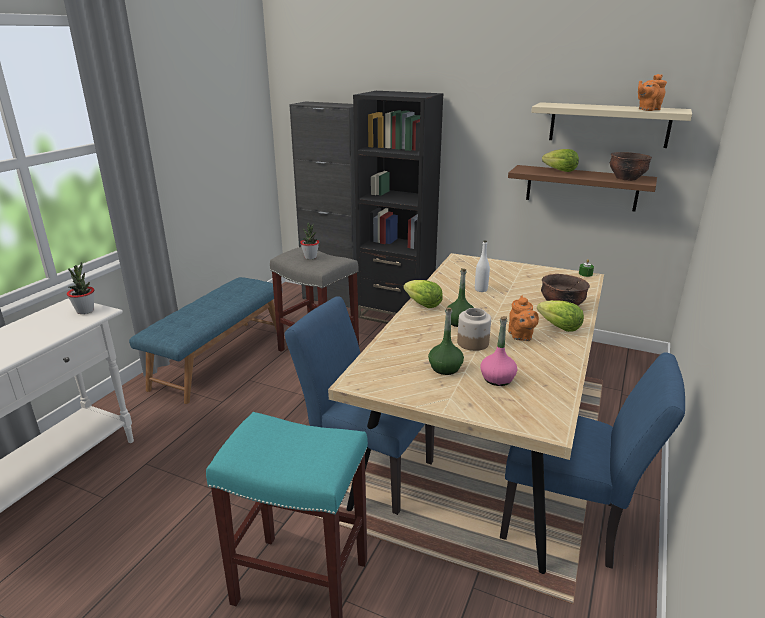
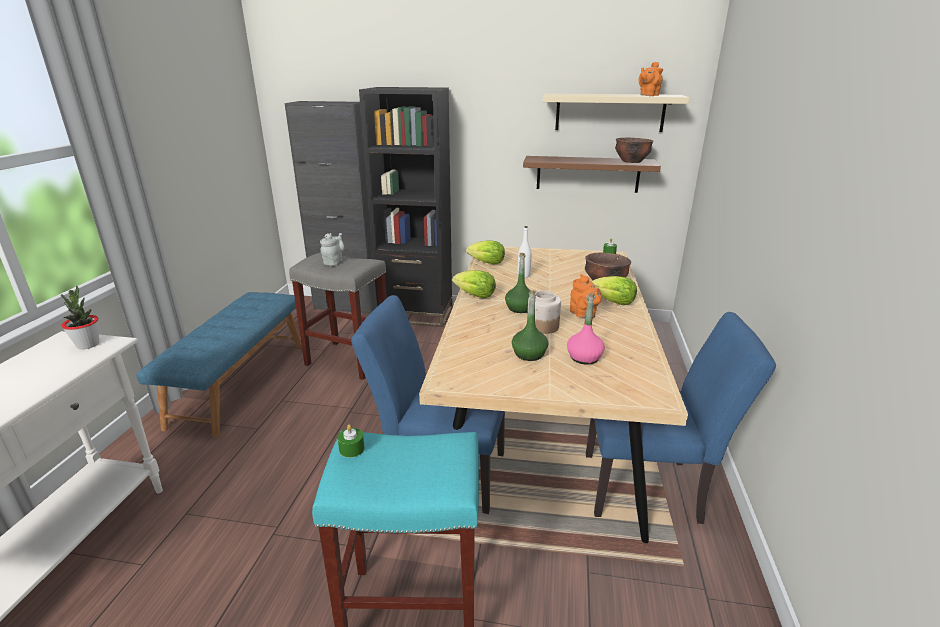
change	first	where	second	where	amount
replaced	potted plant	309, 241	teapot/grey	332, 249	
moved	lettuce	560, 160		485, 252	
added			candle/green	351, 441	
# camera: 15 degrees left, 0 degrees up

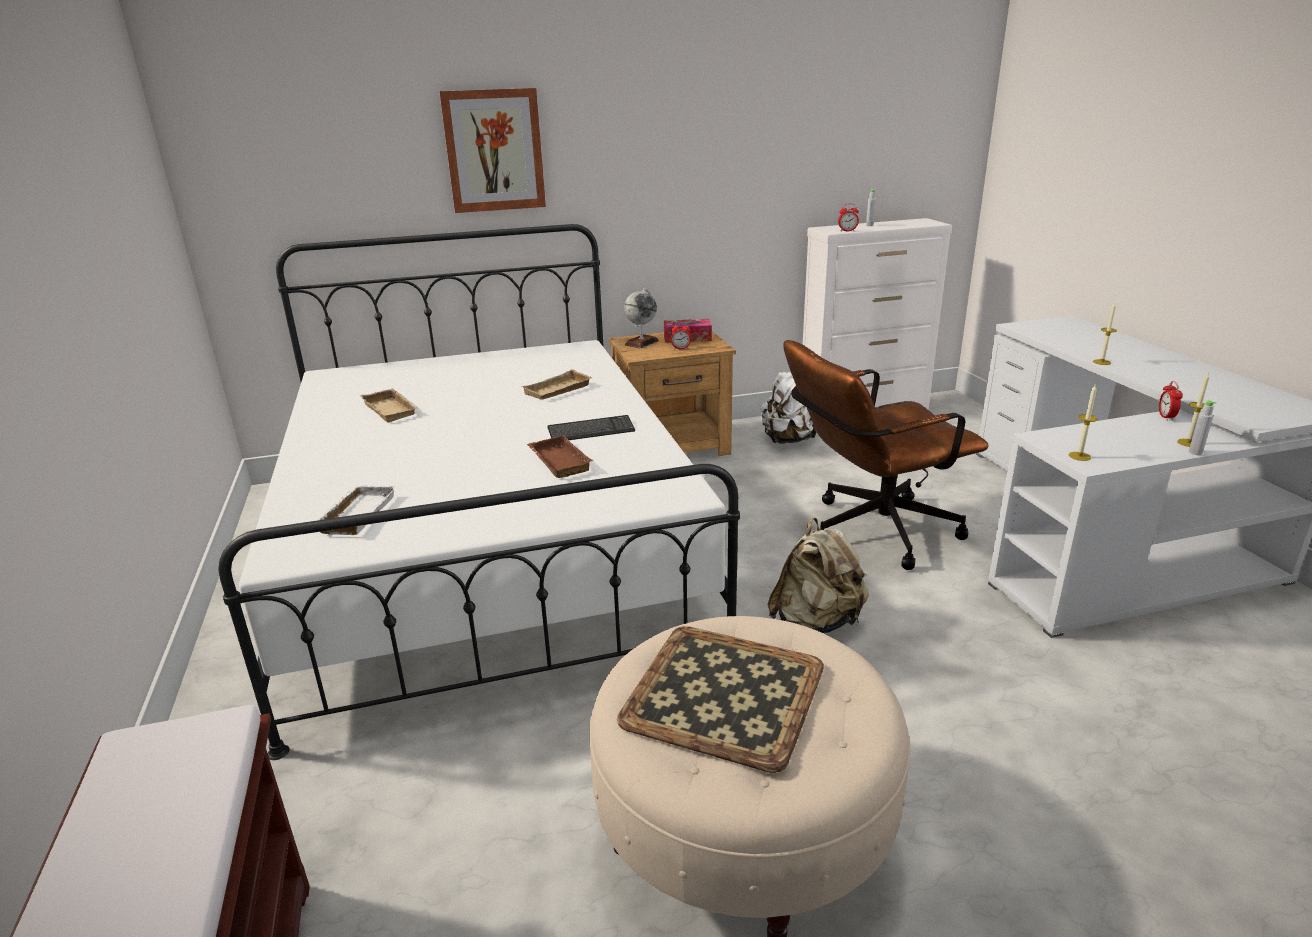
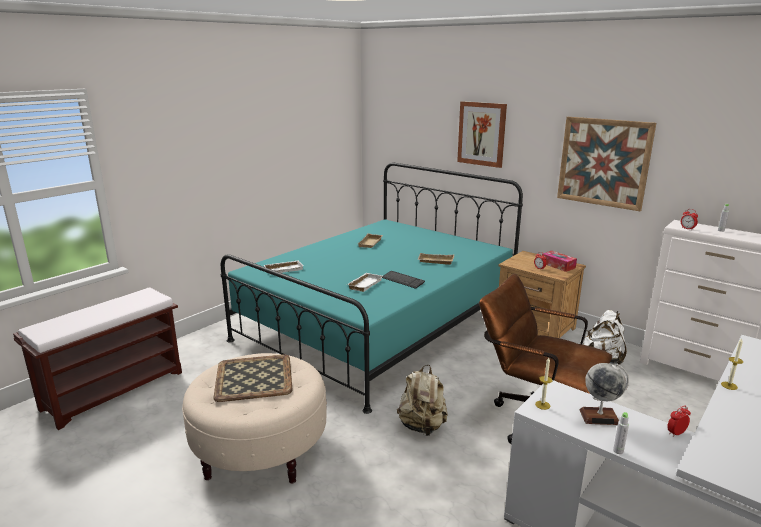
change	first	where	second	where	amount
recoloured	bed/white	479, 492	bed/turquoise	372, 288	
recoloured	tray/brown	560, 456	tray/white	365, 282	
moved	globe	641, 318		604, 394	
removed	candle	1193, 410			
added			picture	606, 164	
# camera: 55 degrees right, 5 degrees down

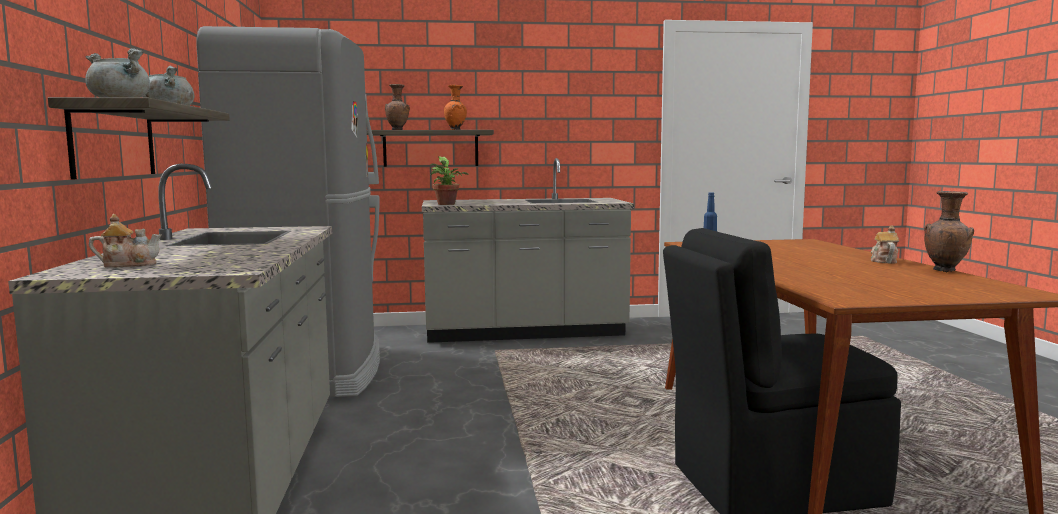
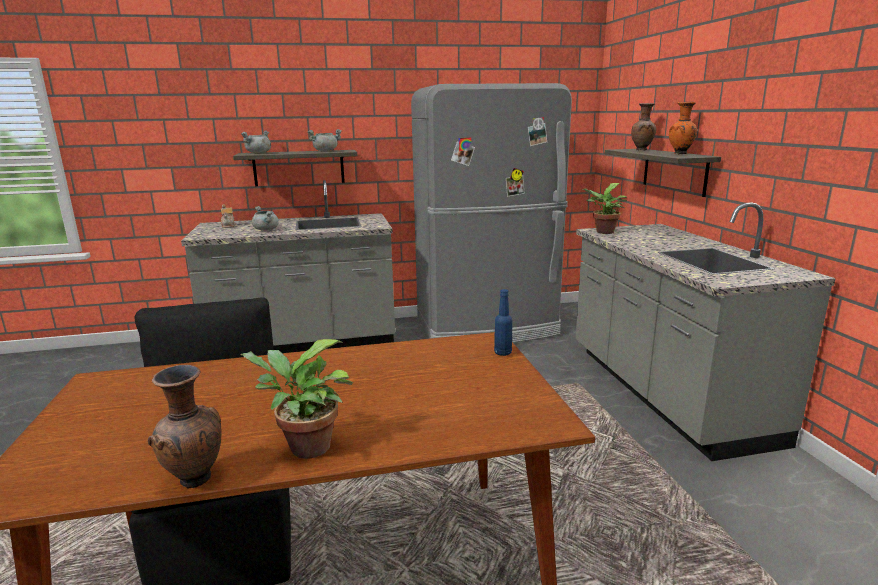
change	first	where	second	where	amount
replaced	teapot	885, 244	potted plant	296, 399	
added			cooking pot/grey	265, 218	
# camera: 85 degrees right, 10 degrees up

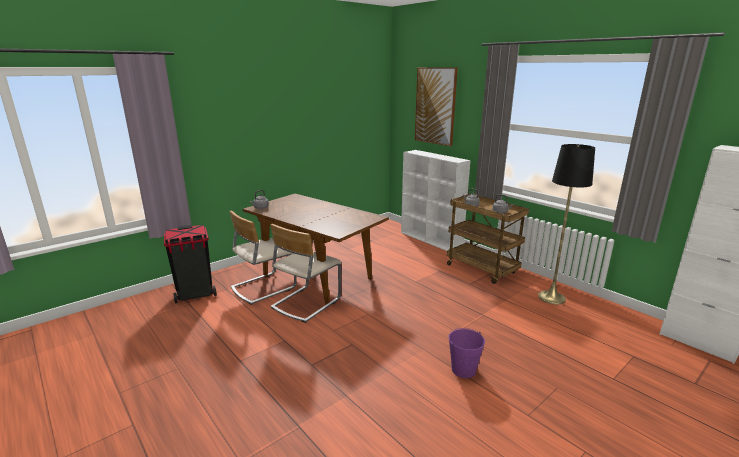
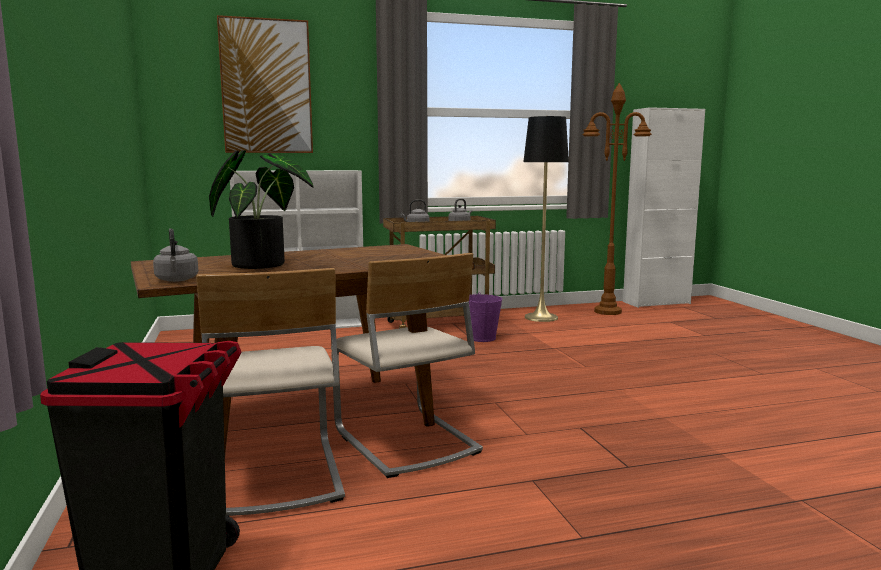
change	first	where	second	where	amount
moved	bucket/purple	466, 353		485, 317	
added			potted plant	261, 209	
added			floor lamp/brown	617, 199	
# camera: 65 degrees left, 10 degrees down

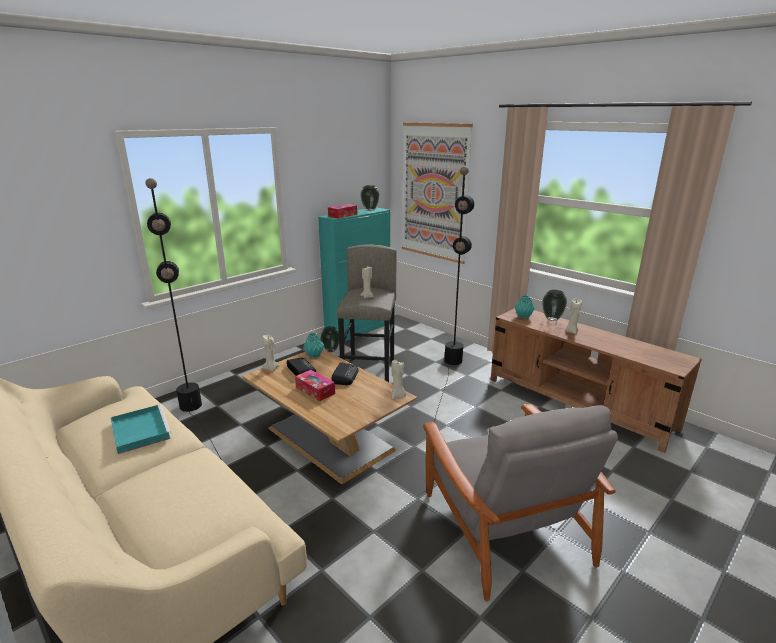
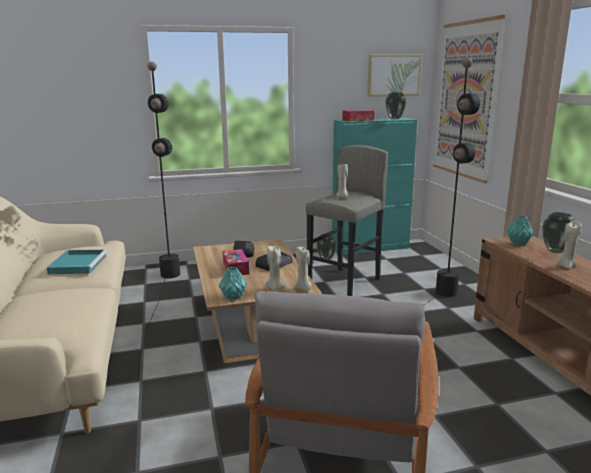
change	first	where	second	where	amount
moved	candle/beige	271, 353		275, 268	
moved	vase/turquoise	313, 345		233, 284	
added			picture	394, 75	
# camera: 30 degrees right, 5 degrees down

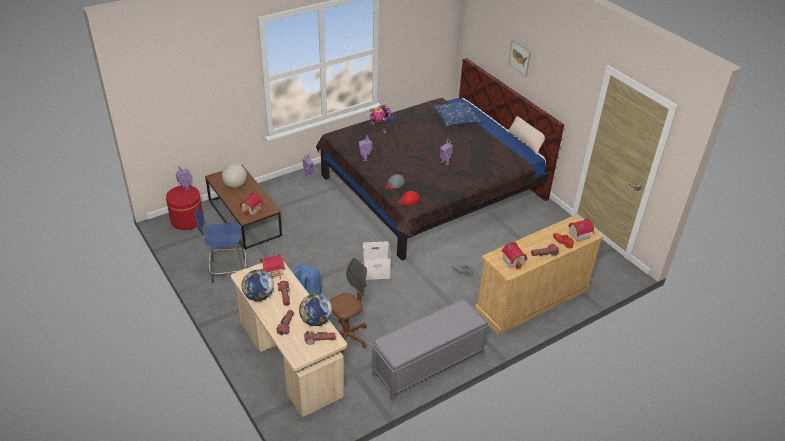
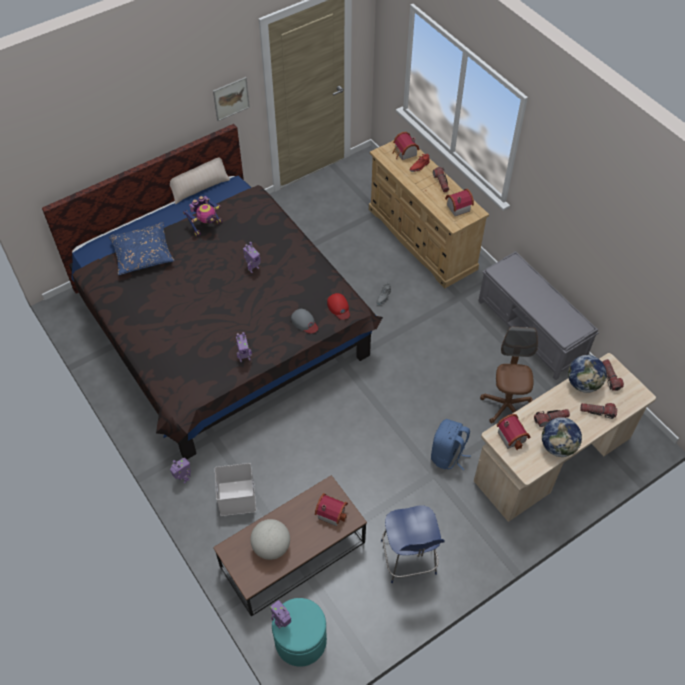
change	first	where	second	where	amount
recoloured	ottoman/red	184, 208	ottoman/turquoise	299, 632	
turned	office chair/brown	348, 305		509, 375	45 degrees clockwise
moved	storage box/white	376, 260		235, 489	
moved	toy robot	383, 119		202, 216	
moved	picture	519, 58		231, 99	
# camera: 90 degrees left, 15 degrees up

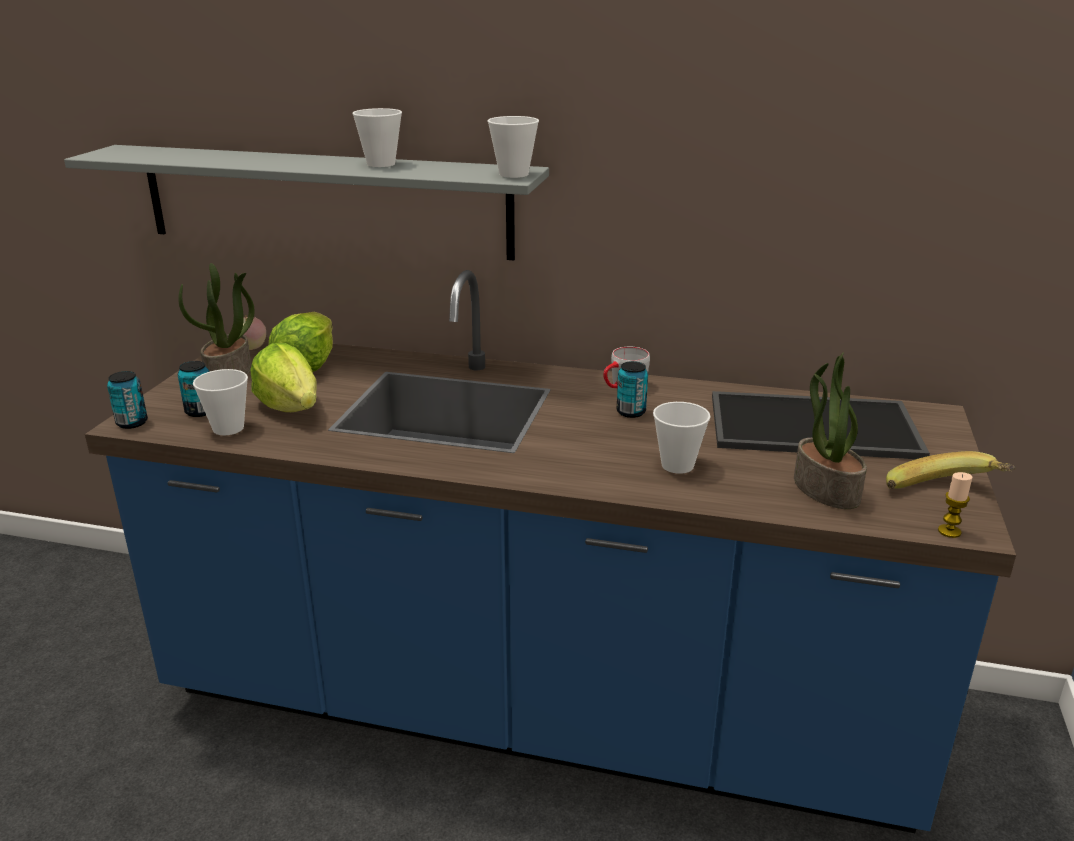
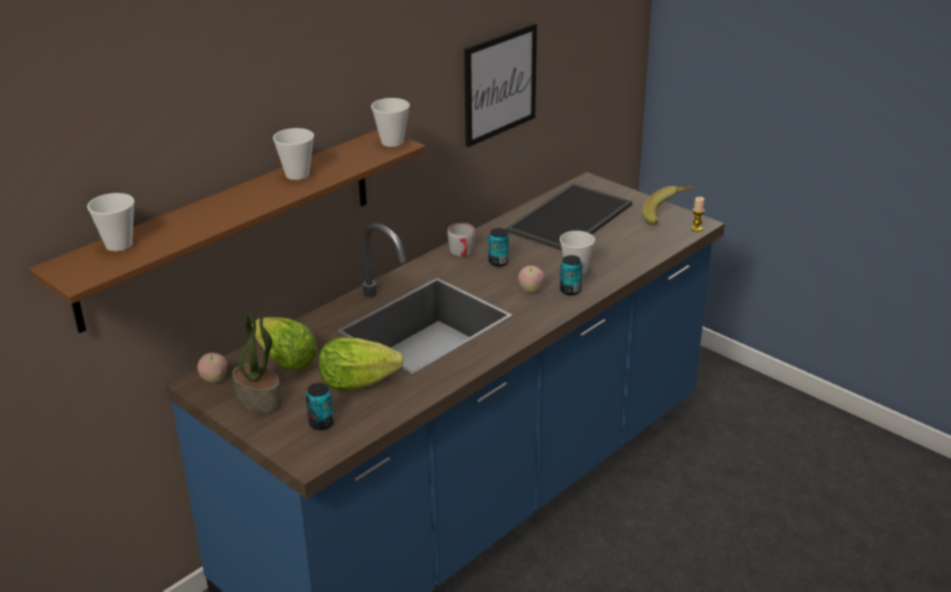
change	first	where	second	where	amount
recoloured	shelf/grey	306, 202	shelf/brown	227, 231	
moved	can	127, 400		571, 275	
moved	cup	220, 402		110, 222	
removed	potted plant	830, 430			
added			picture	500, 85	
added			apple	531, 279	
# camera: 60 degrees left, 5 degrees up

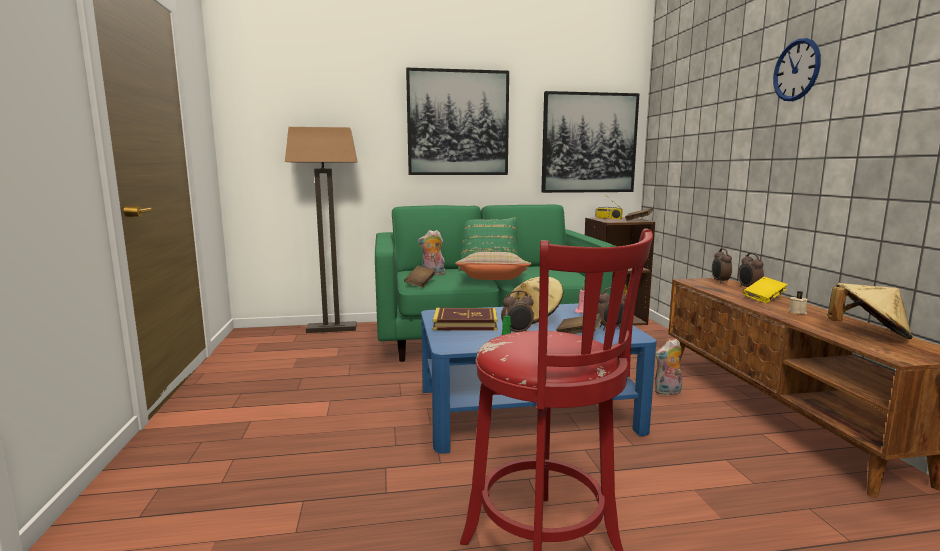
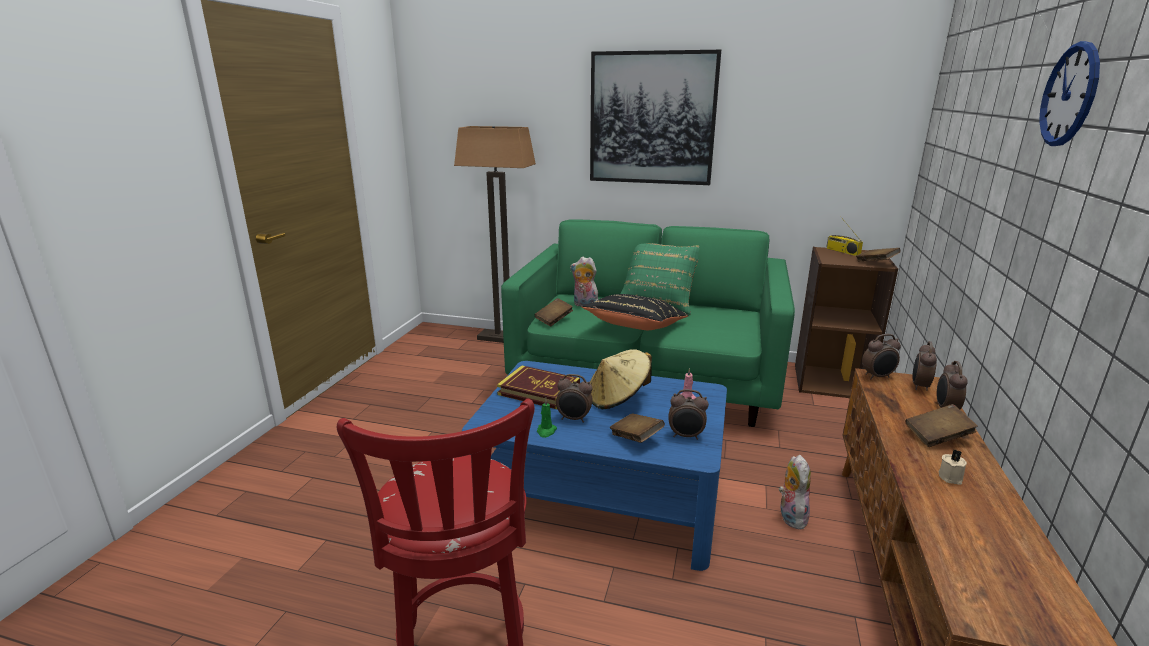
change	first	where	second	where	amount
recoloured	pillow/beige	493, 266	pillow/black	635, 312	
removed	picture	590, 142			
turned	plush toy	668, 367		795, 492	90 degrees clockwise
recoloured	book/yellow	765, 290	book/brown	942, 425	
removed	hat/beige	870, 311			
added			alarm clock	881, 356	
# camera: 25 degrees right, 10 degrees up

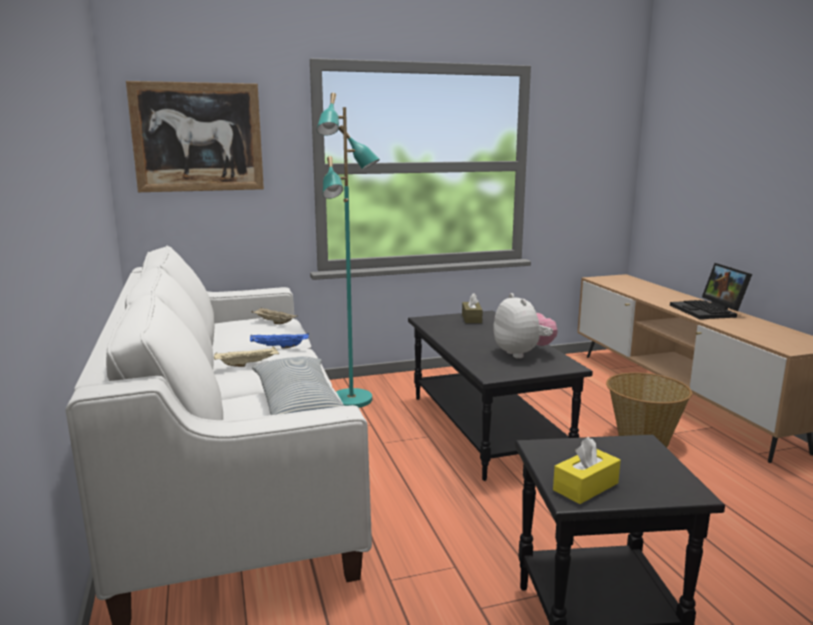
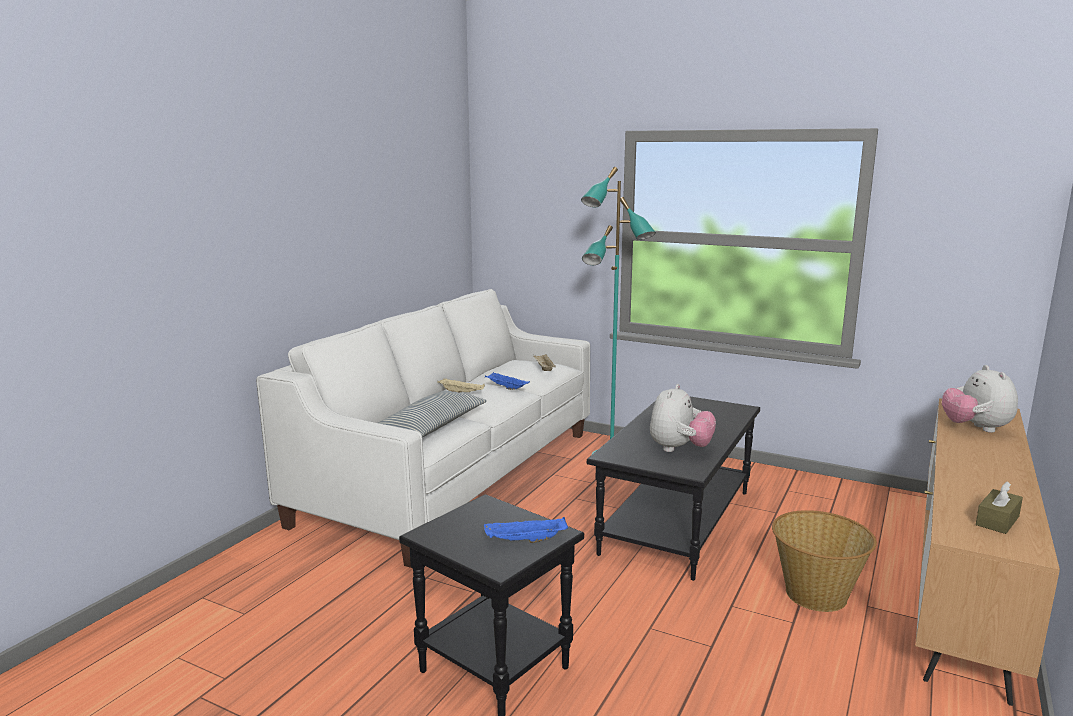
change	first	where	second	where	amount
removed	picture	195, 136			
moved	tissue box/brown	472, 308		999, 507	
removed	tissue box/yellow	587, 470			
removed	laptop	711, 291			
added			tray/blue	526, 530	
added			plush toy	980, 399	
# camera: 45 degrees right, 0 degrees up

